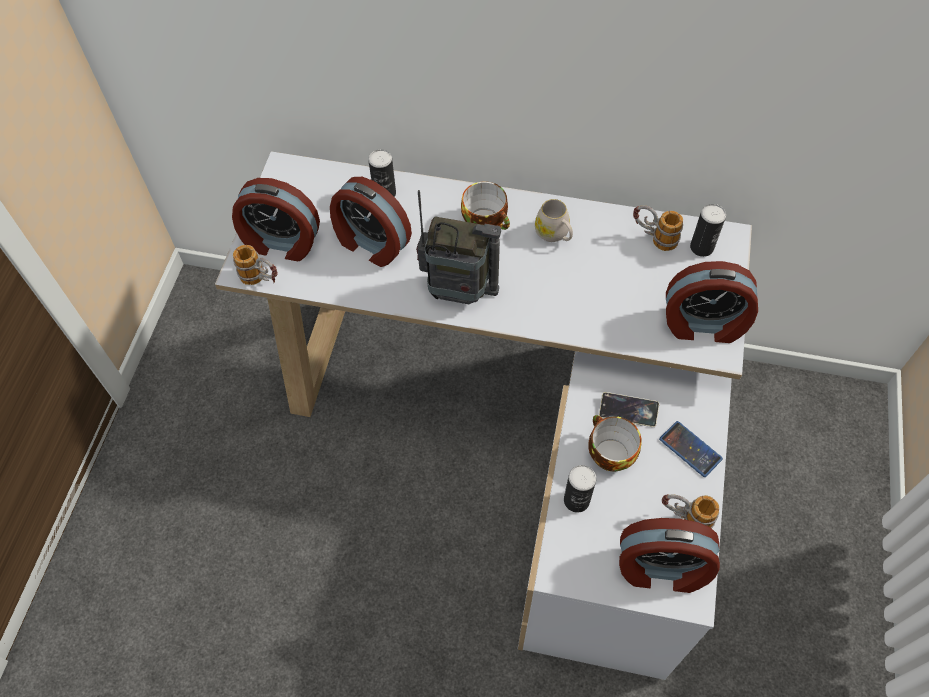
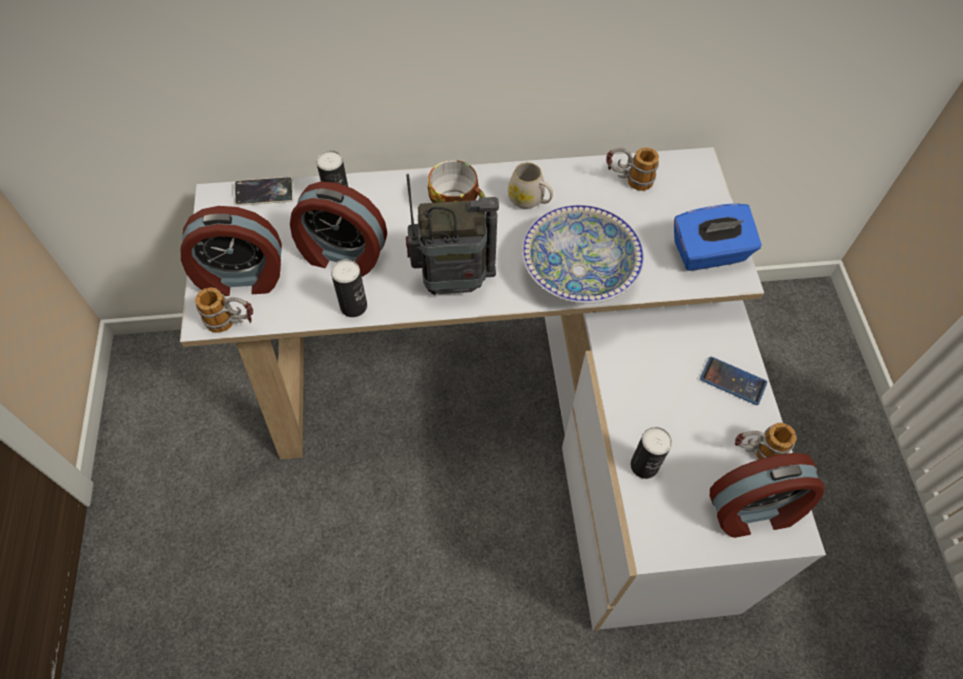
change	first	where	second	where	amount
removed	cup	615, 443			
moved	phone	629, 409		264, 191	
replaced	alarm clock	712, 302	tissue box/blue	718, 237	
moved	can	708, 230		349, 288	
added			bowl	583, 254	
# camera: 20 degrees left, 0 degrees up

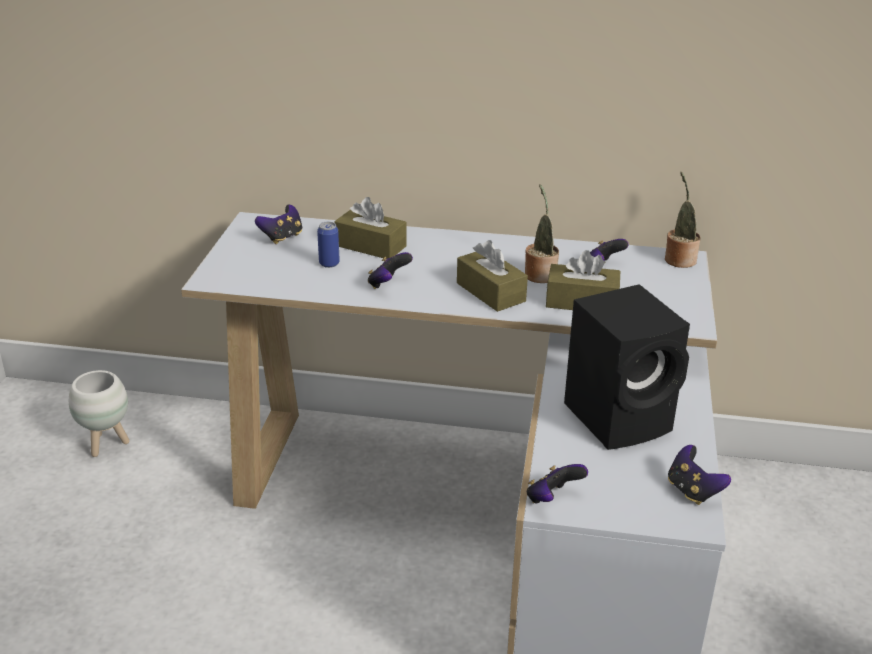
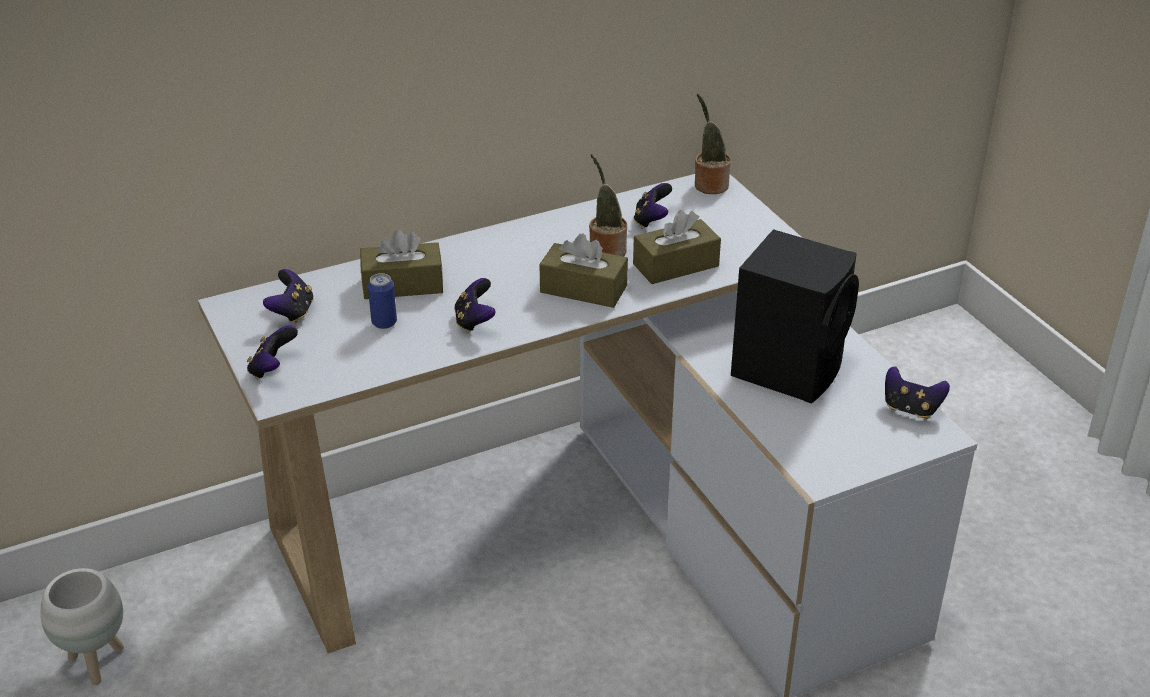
change	first	where	second	where	amount
moved	game controller	557, 483		272, 352	
# camera: 35 degrees left, 5 degrees up

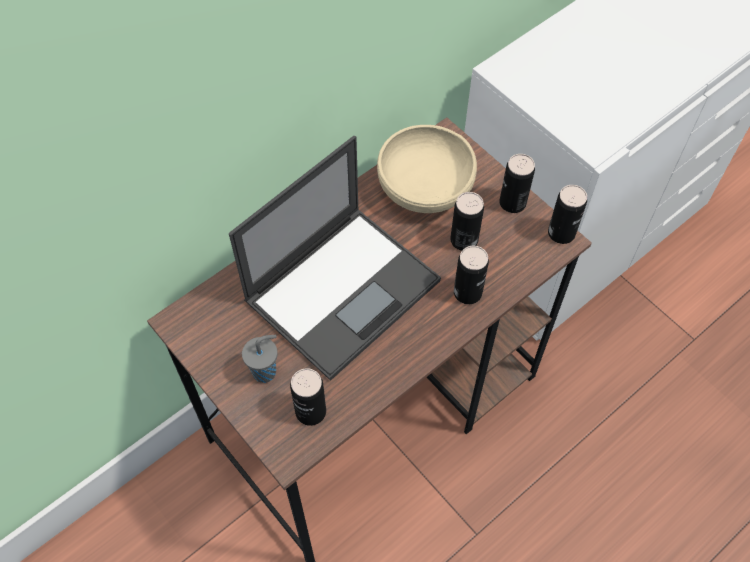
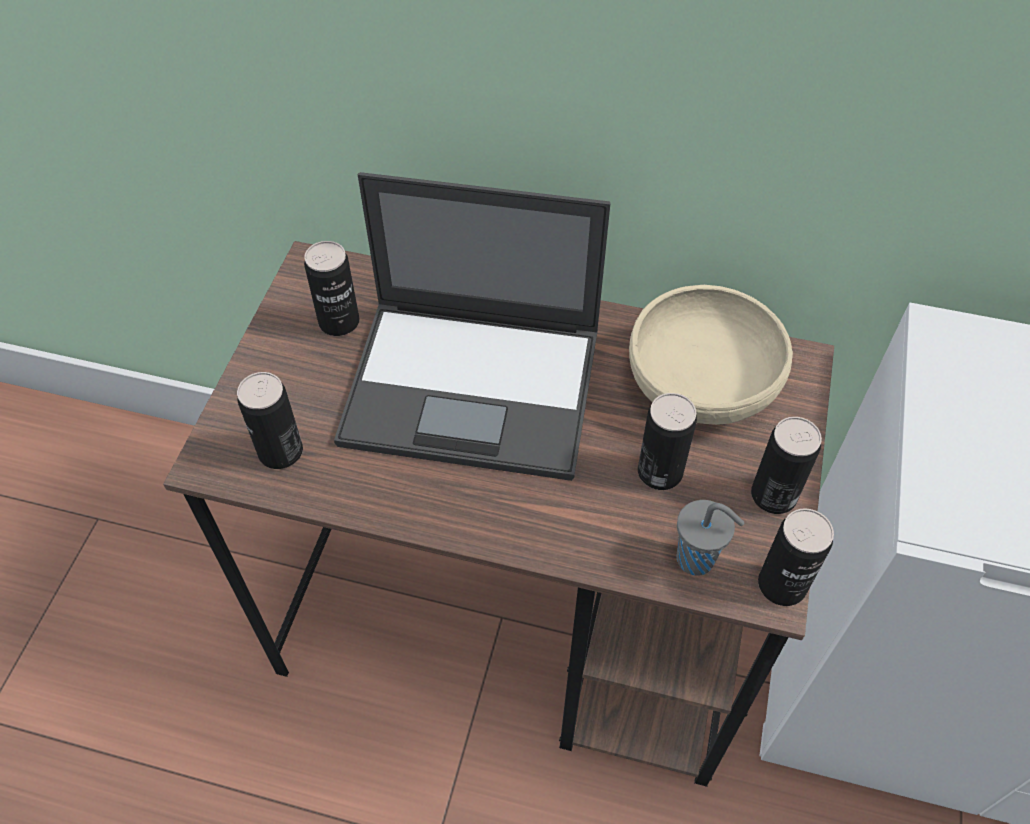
change	first	where	second	where	amount
moved	cup/grey	260, 359		710, 538	
moved	can	471, 275		331, 288	
# camera: 55 degrees right, 5 degrees down

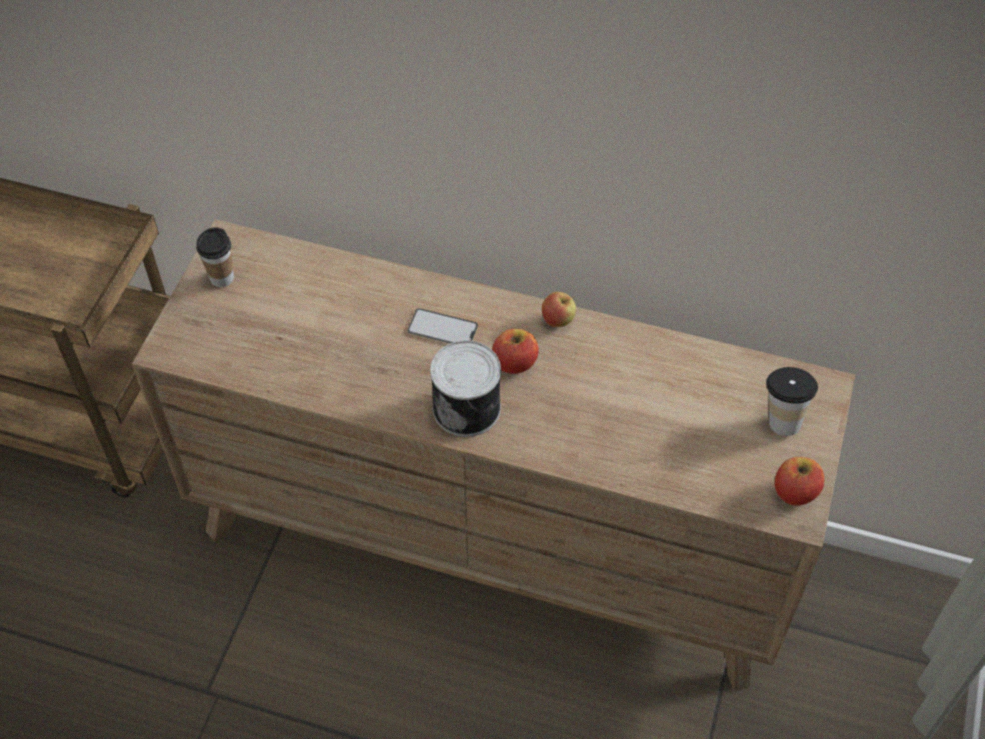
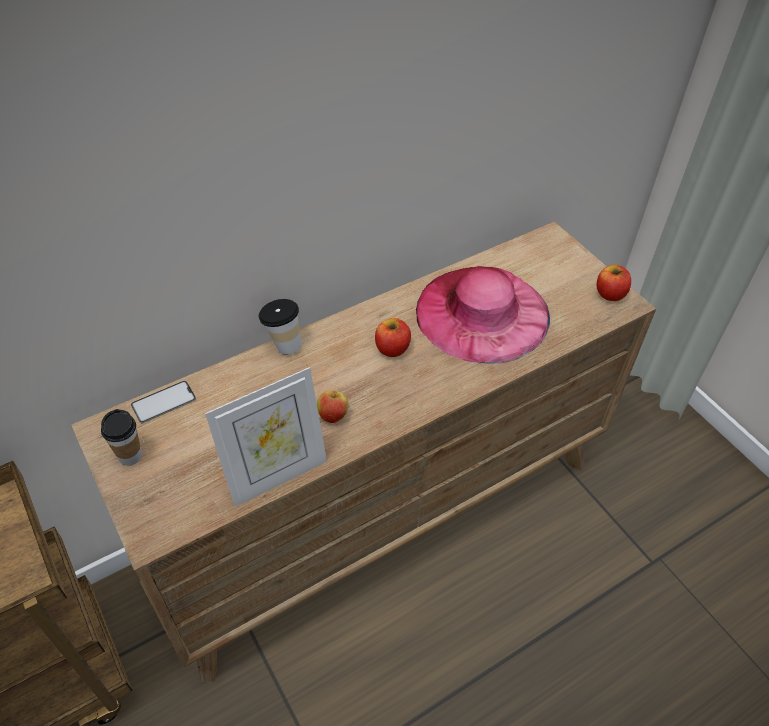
change	first	where	second	where	amount
moved	phone	442, 326		163, 402	
removed	can	465, 388			
moved	apple	559, 309		333, 405	
moved	cup	792, 401		280, 327	
added			picture frame	266, 437	
added			hat/pink	483, 315	
# camera: 50 degrees left, 5 degrees down

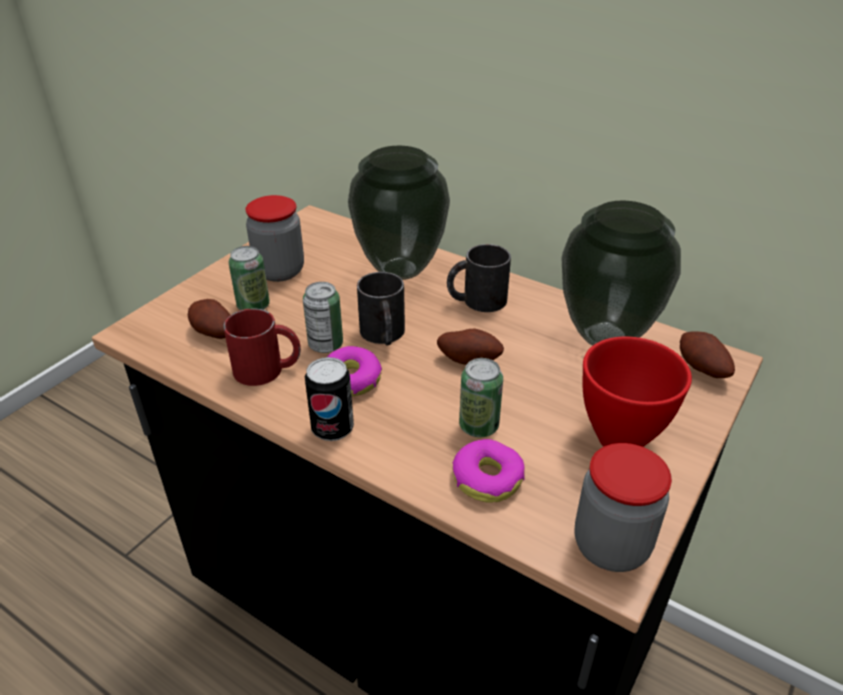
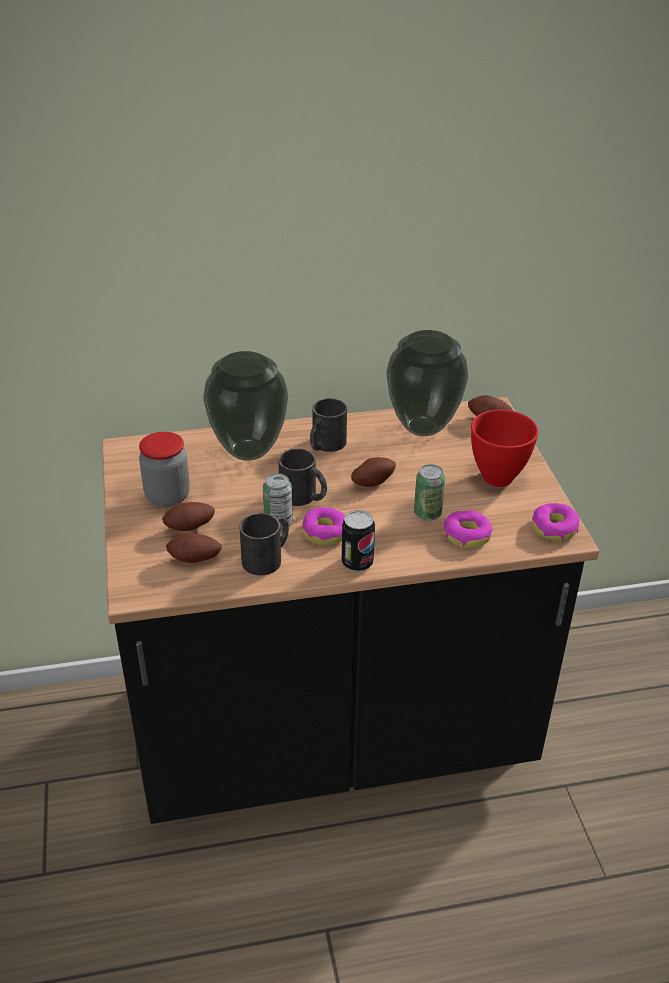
change	first	where	second	where	amount
recoloured	mug/red	262, 347	mug/black	264, 544	
replaced	can	249, 278	potato	188, 516	
replaced	jar	623, 507	donut	556, 522	
# camera: 45 degrees left, 0 degrees up

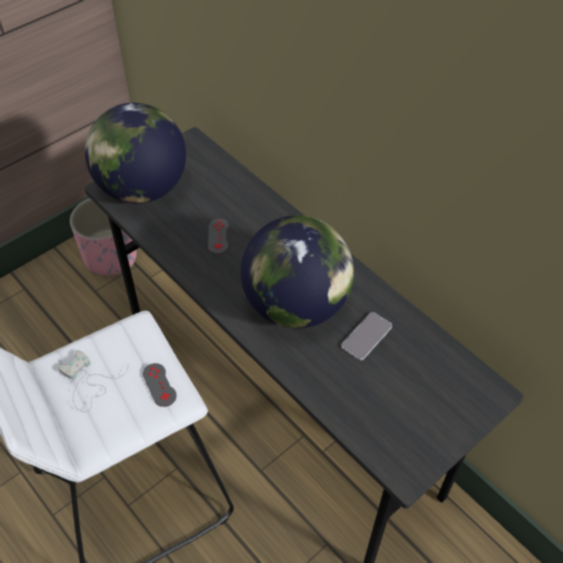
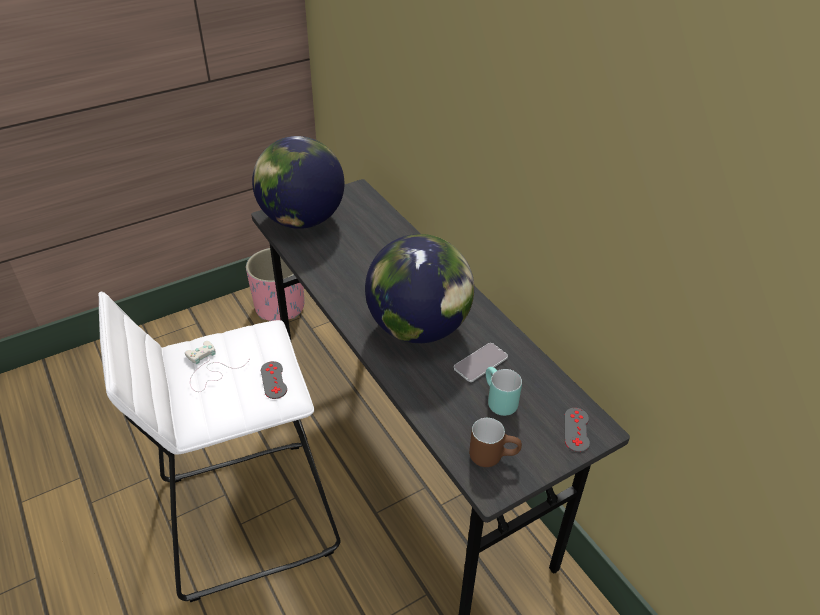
change	first	where	second	where	amount
moved	game controller/grey	218, 236		577, 430	
added			mug/brown	495, 442	
added			mug/turquoise	504, 391	
# camera: 10 degrees right, 10 degrees down

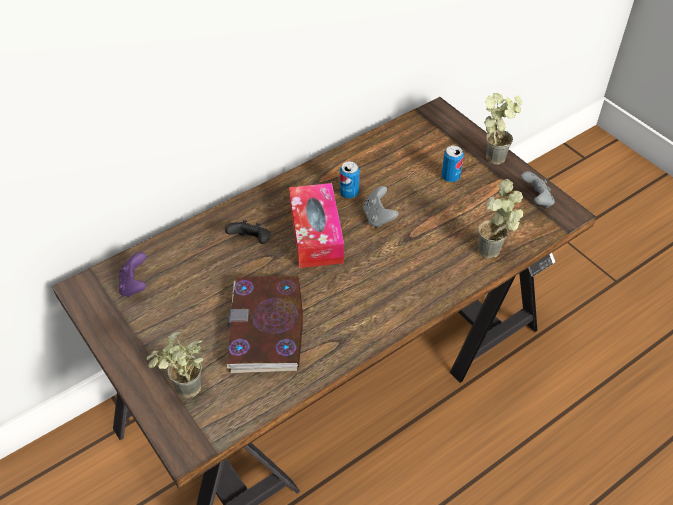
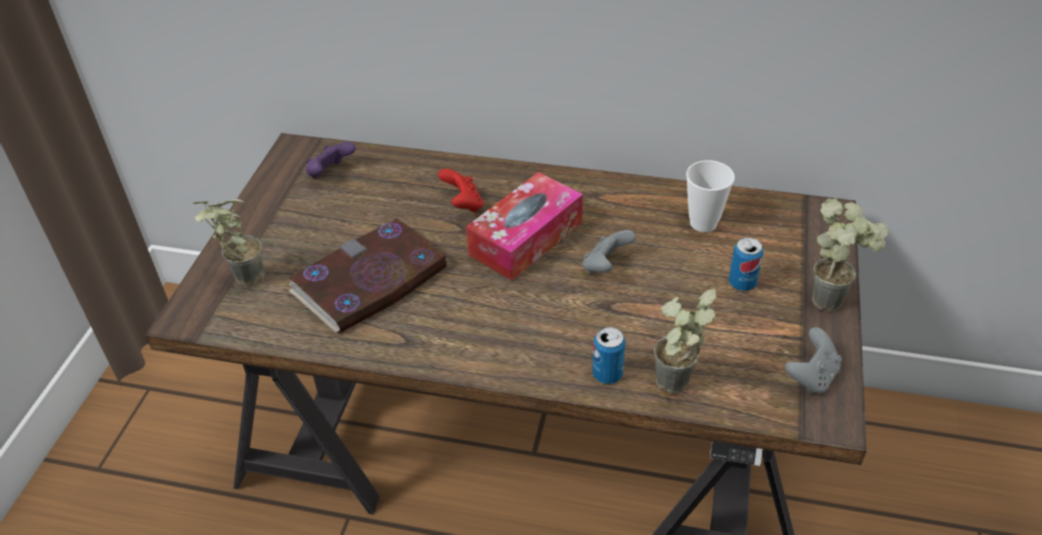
change	first	where	second	where	amount
recoloured	game controller/black	248, 232	game controller/red	460, 191	
moved	can	350, 179		608, 355	
added			cup	710, 196	
# camera: 50 degrees right, 5 degrees down

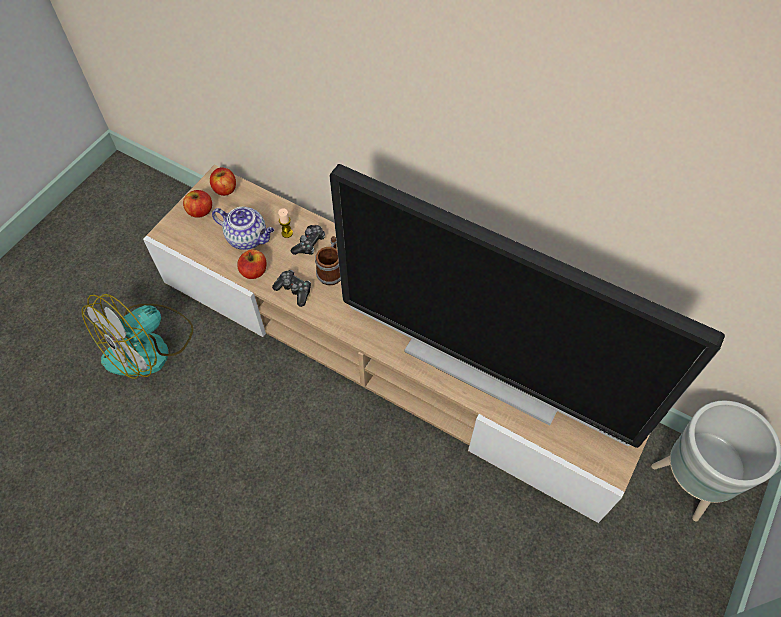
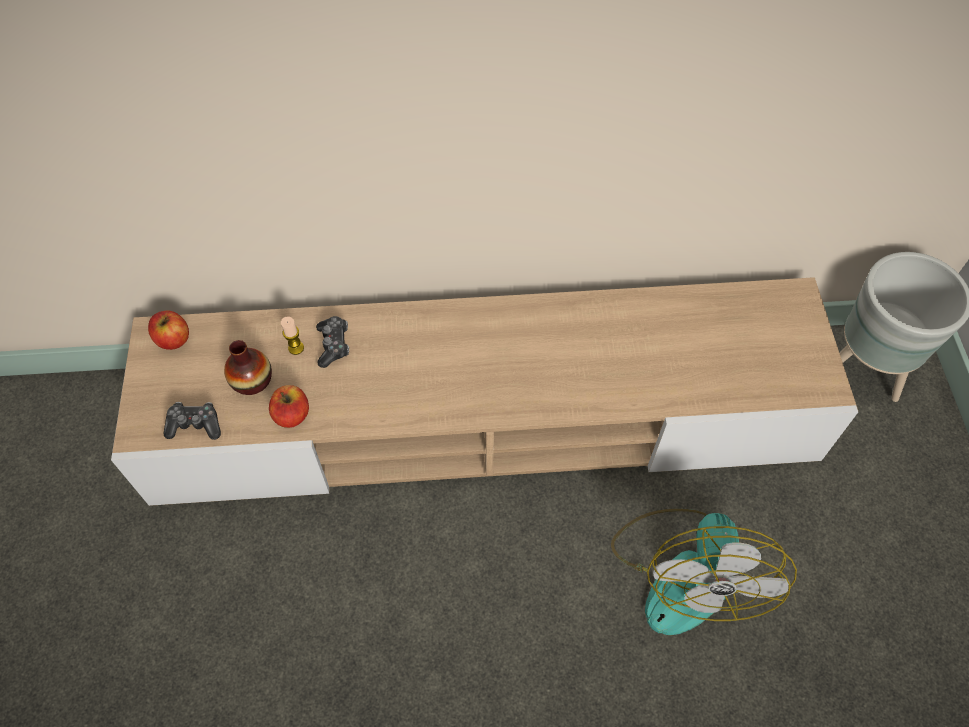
change	first	where	second	where	amount
moved	fan	137, 336		704, 572	
removed	apple	197, 204			
replaced	teapot	243, 228	vase	248, 367	
moved	game controller	291, 288		192, 421	
removed	mug	328, 260			
removed	television	527, 306			
# camera: 35 degrees left, 0 degrees up

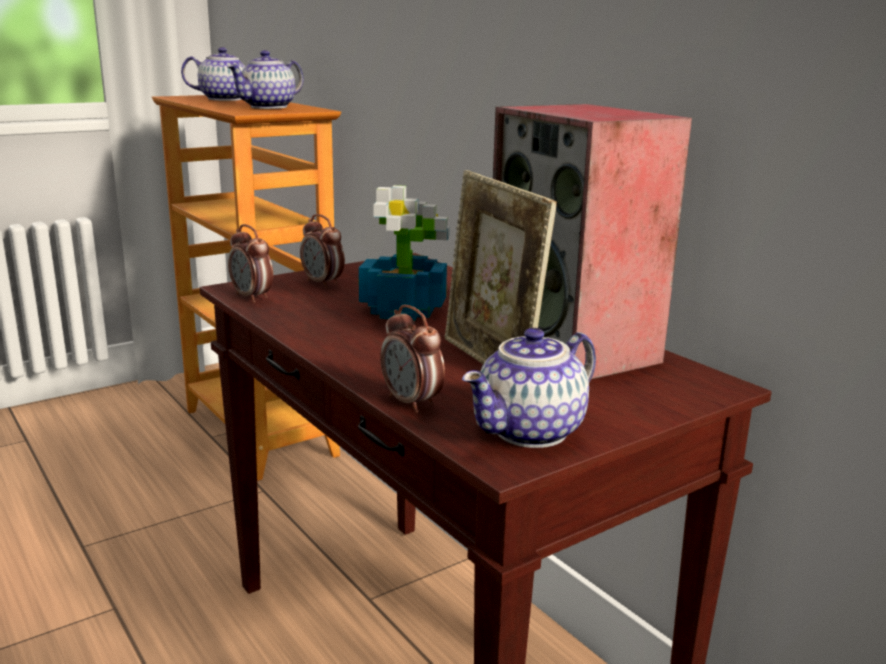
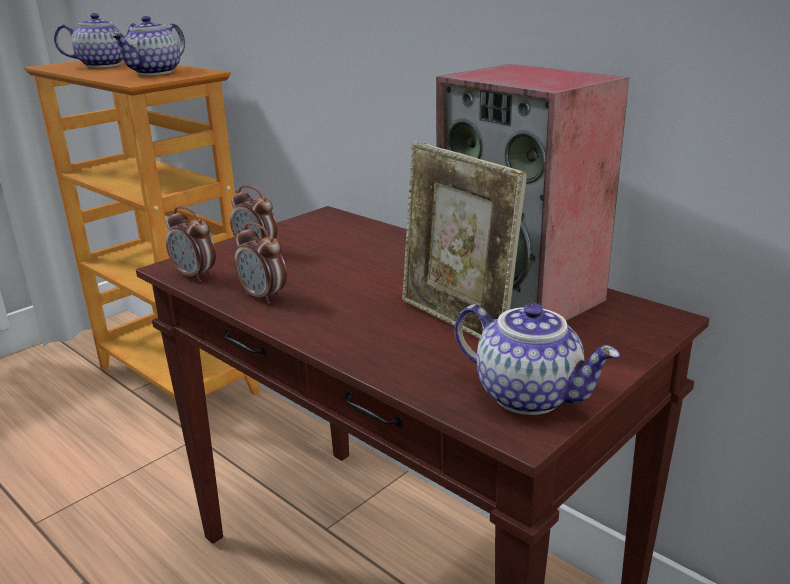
change	first	where	second	where	amount
removed	potted plant	404, 253			
moved	alarm clock	412, 359		261, 263	
turned	teapot	529, 388		537, 359	90 degrees counterclockwise
# camera: 10 degrees left, 5 degrees up

